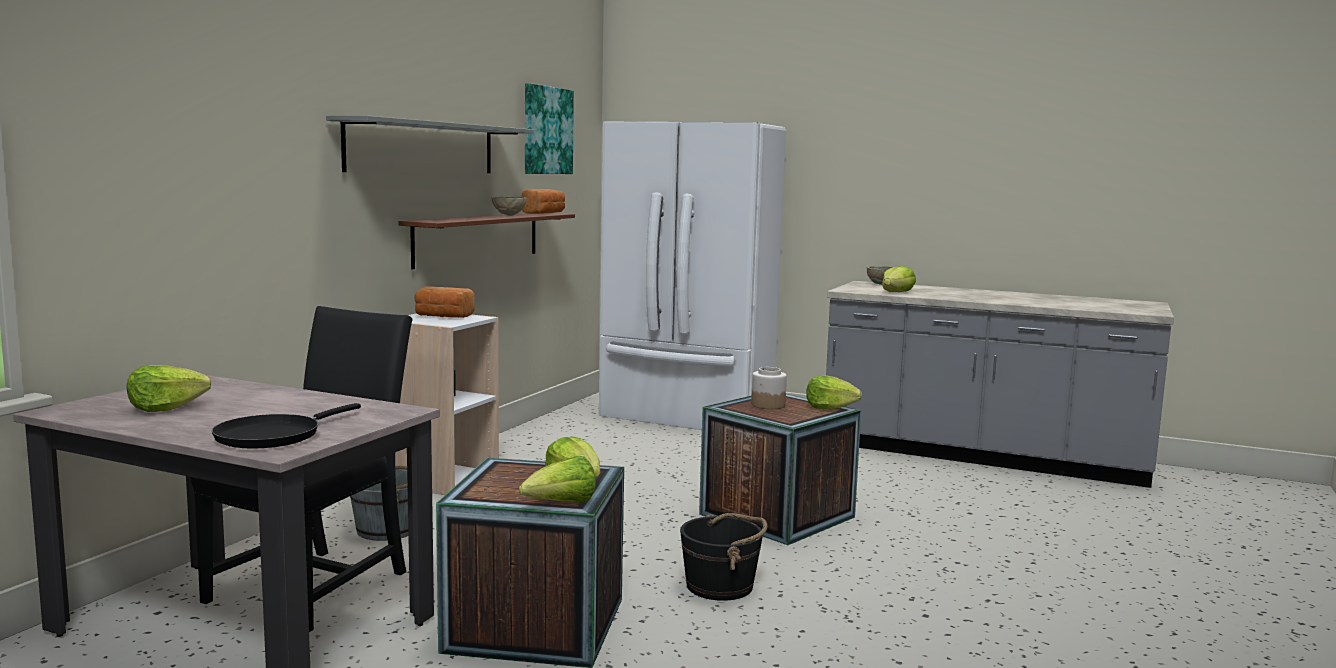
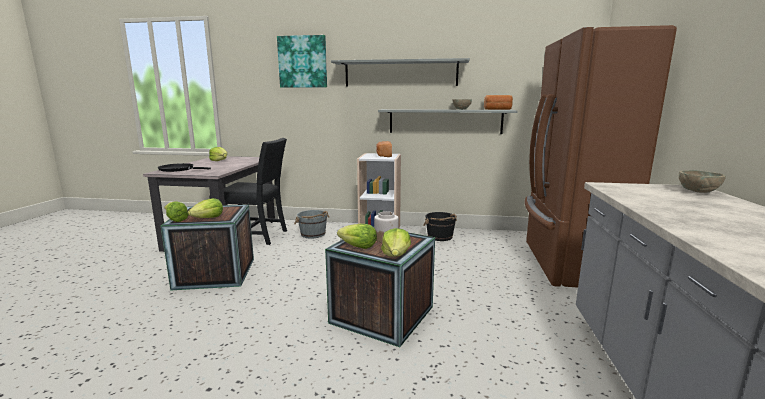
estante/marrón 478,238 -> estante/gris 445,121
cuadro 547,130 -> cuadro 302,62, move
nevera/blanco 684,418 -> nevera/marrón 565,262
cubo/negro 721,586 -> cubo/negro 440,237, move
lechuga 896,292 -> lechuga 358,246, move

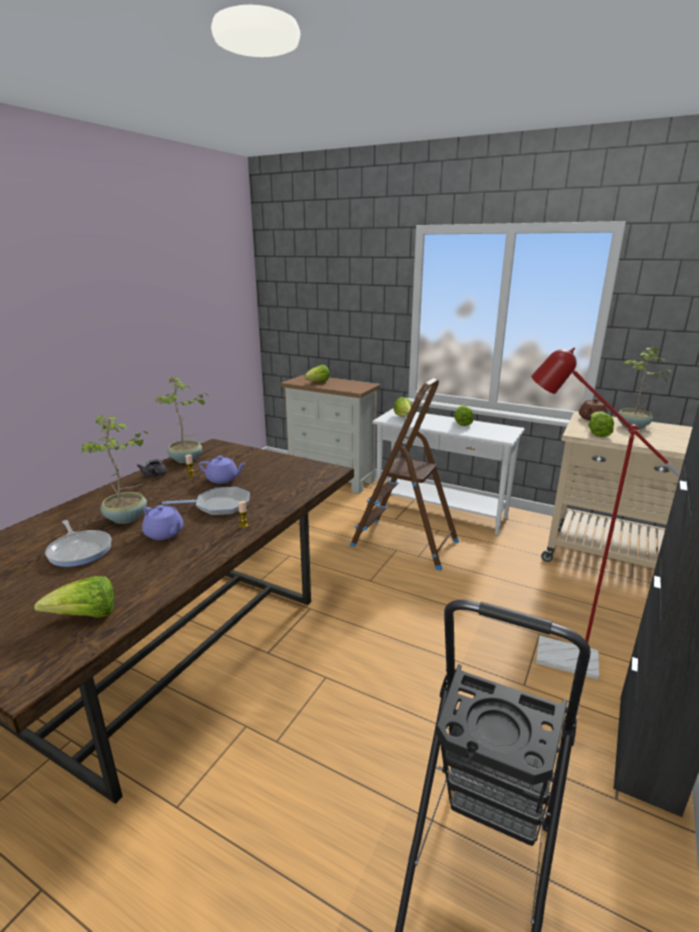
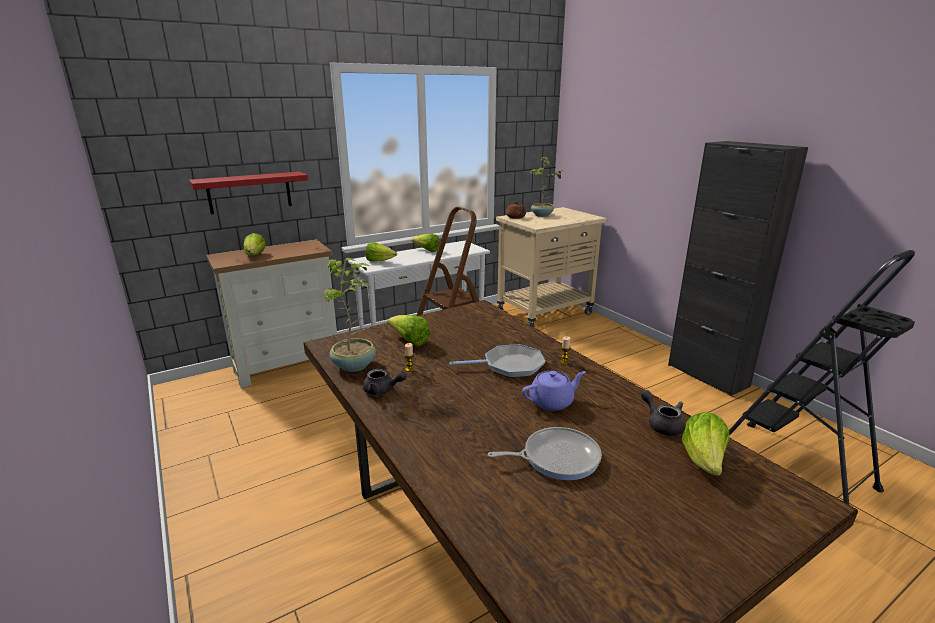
planta en maceta 127,518 -> none
sartén 219,505 -> sartén 509,366, 60 degrees clockwise
tetera/morado 223,479 -> none
lámpara de pie/rojo 554,655 -> none
lechuga 597,433 -> lechuga 409,341, move
none -> estante/rojo 249,192
none -> tetera/gris 662,424

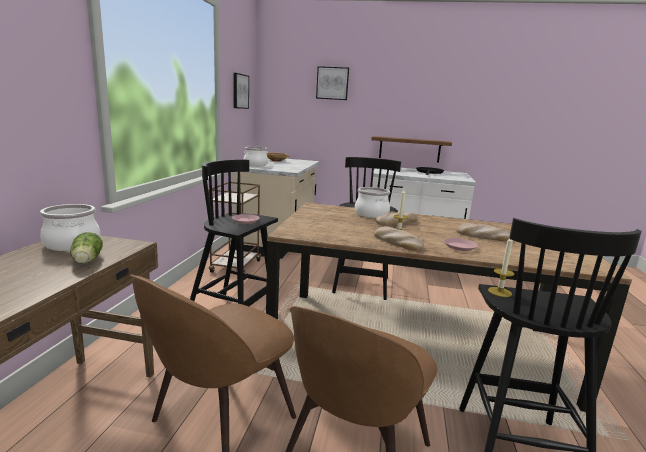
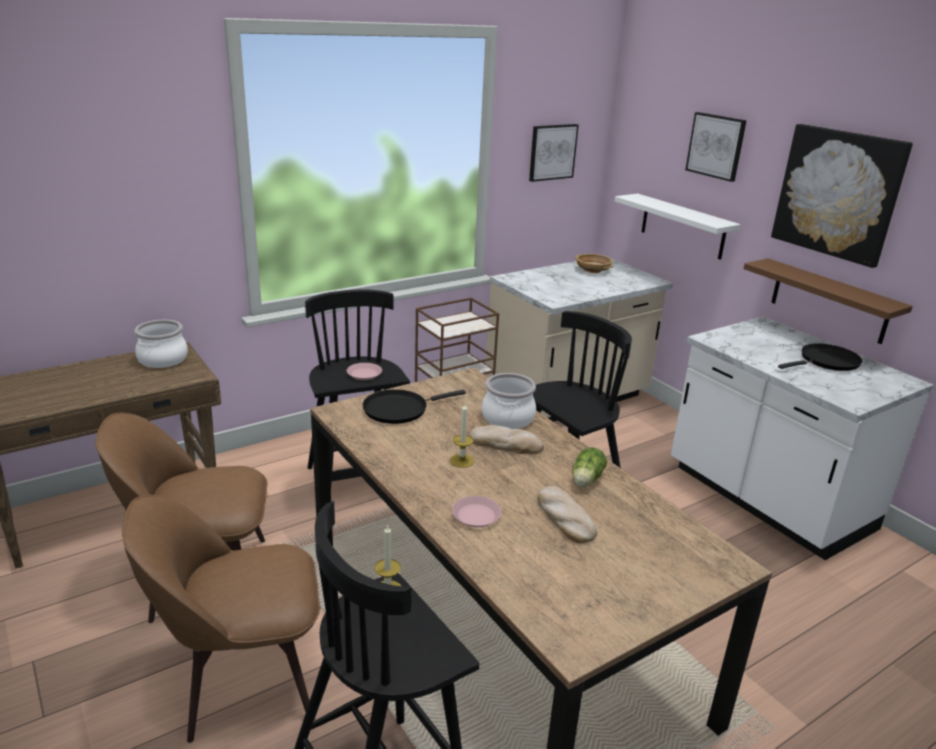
lechuga 86,261 -> lechuga 585,480, move
olla 255,165 -> none
pan 397,242 -> none
none -> sartén/negro 399,409
none -> estante/blanco 682,226
none -> cuadro 838,193

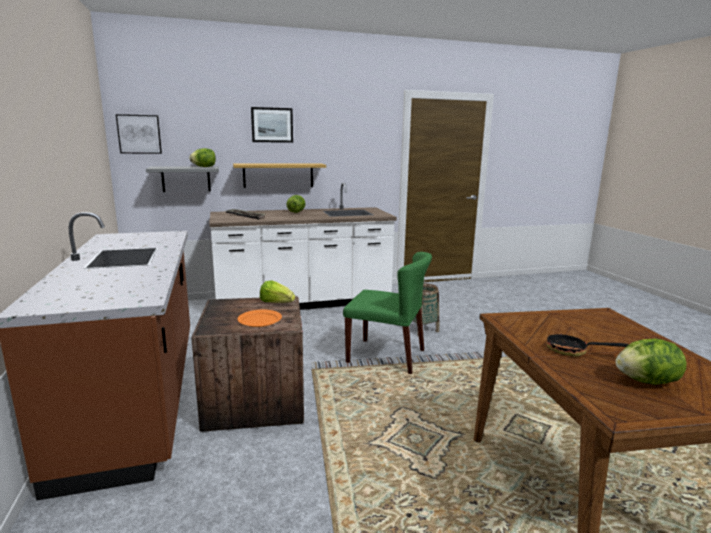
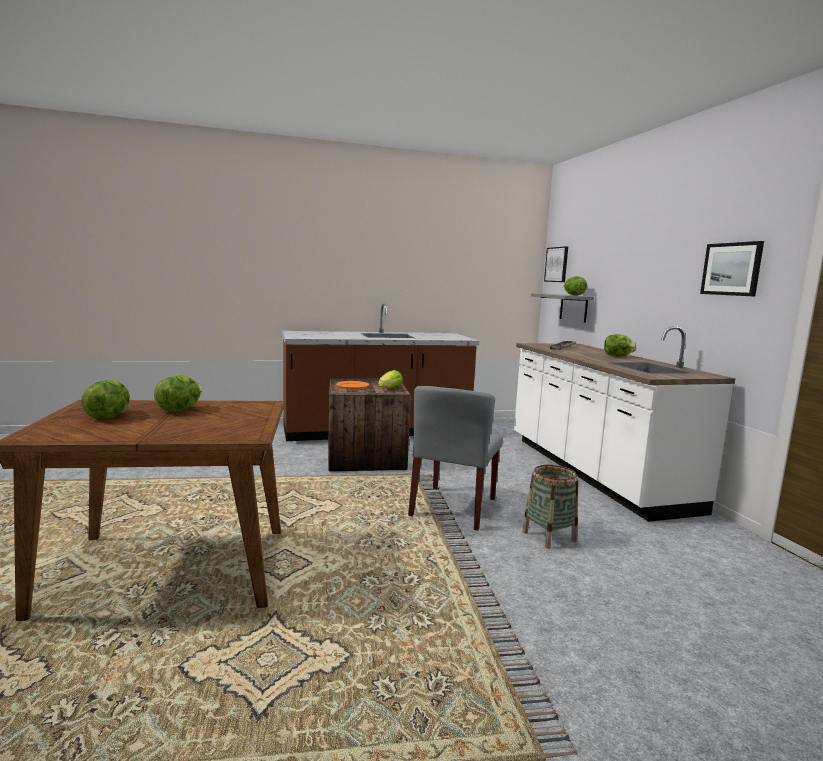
estante 278,175 -> none
cuadro 272,125 -> cuadro 731,269, move
silla/verde 386,356 -> silla/gris 453,507
sartén 573,351 -> lechuga 179,410

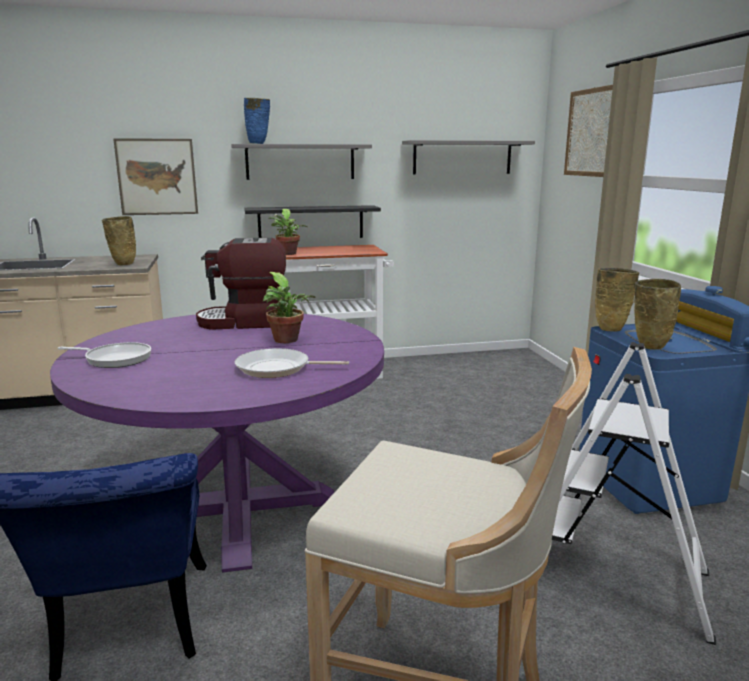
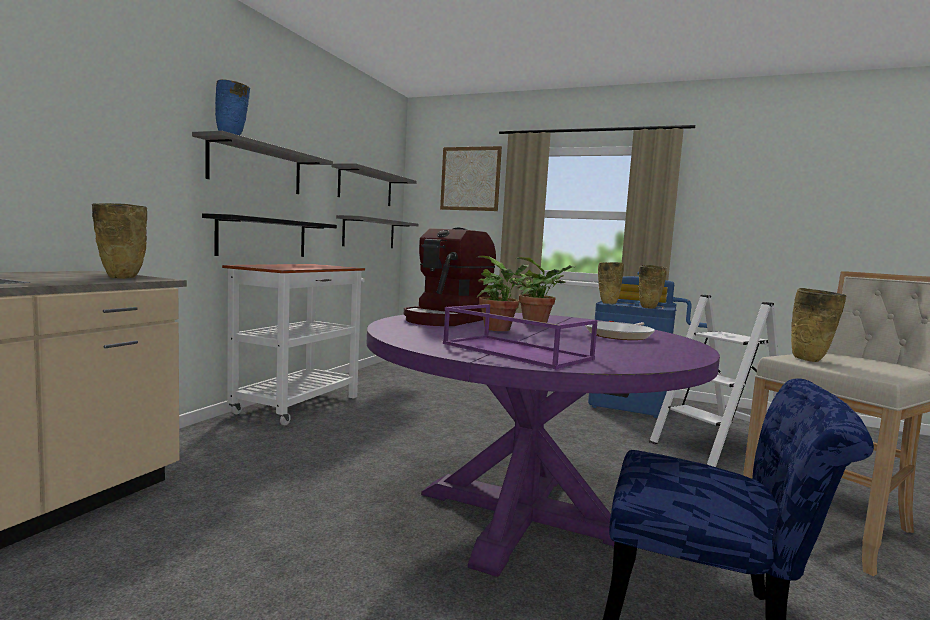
sartén 115,359 -> bandeja/morado 513,351
cuadro 157,177 -> none
planta en maceta 288,254 -> planta en maceta 500,329, move
none -> estante/gris 369,233
none -> florero/beis 810,360

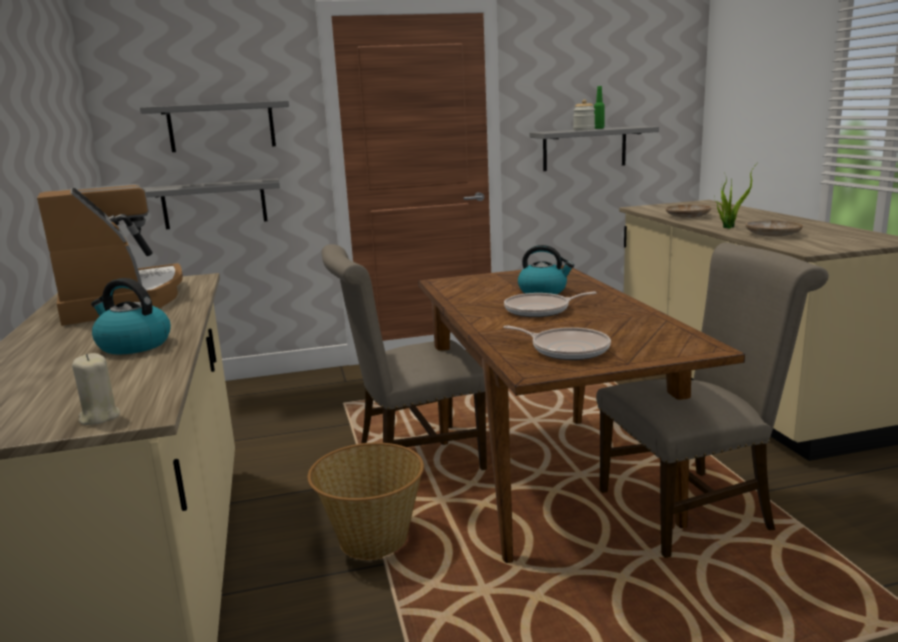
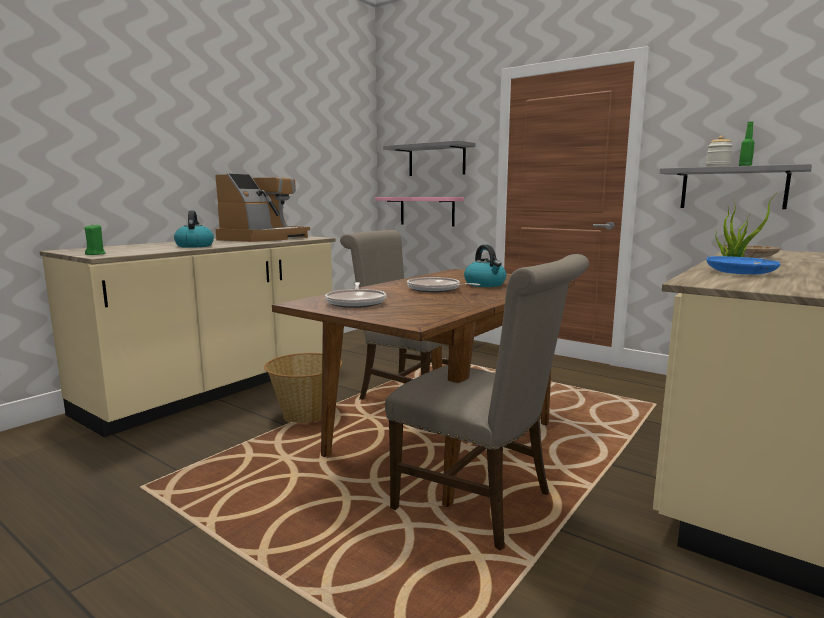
vela/beis 99,417 -> vela/verde 96,254
estante/gris 214,204 -> estante/rosa 427,211
plato/beis 772,234 -> plato/azul 740,272

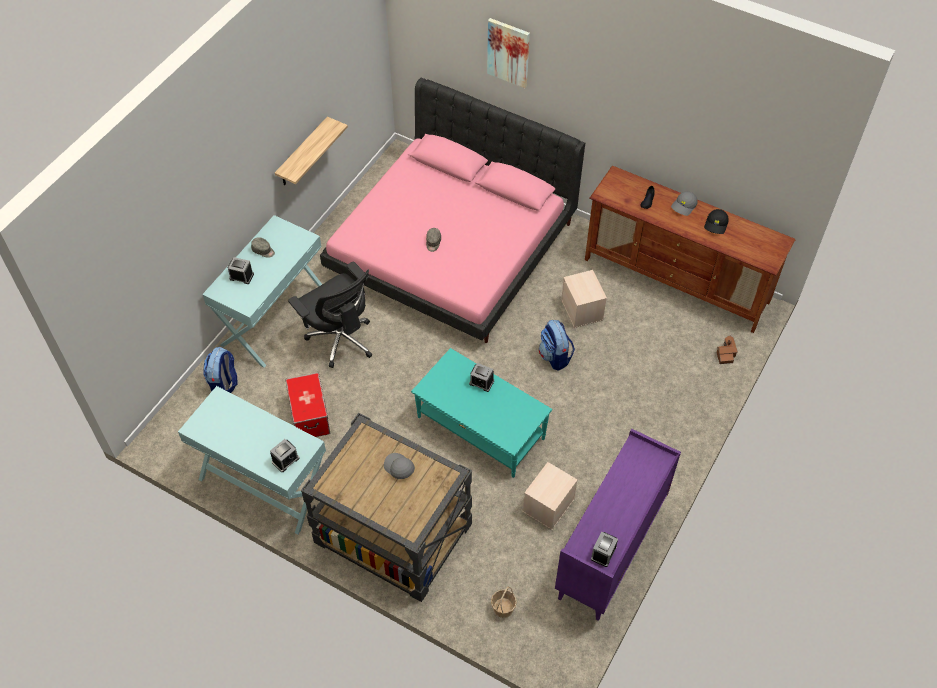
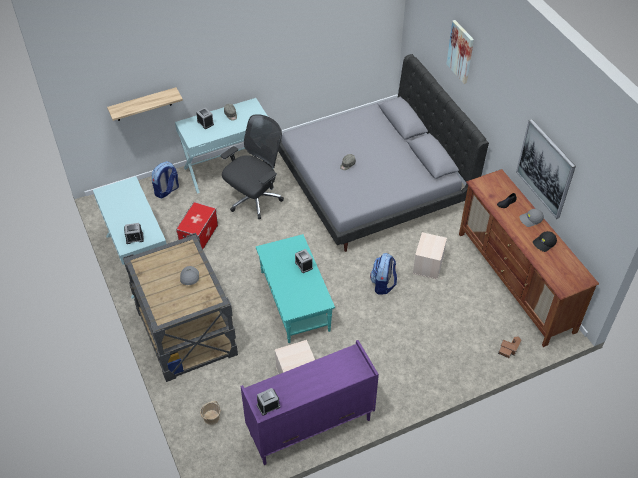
estante 302,153 -> estante 143,104, move
silla de oficina 340,338 -> silla de oficina 256,200, 135 degrees counterclockwise
cama/rosa 452,247 -> cama/gris 374,182
none -> cuadro 545,168

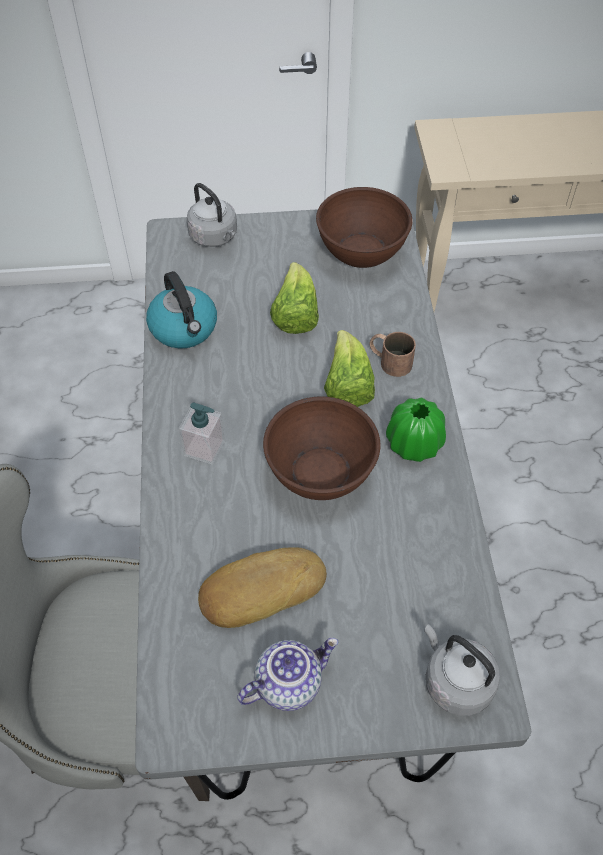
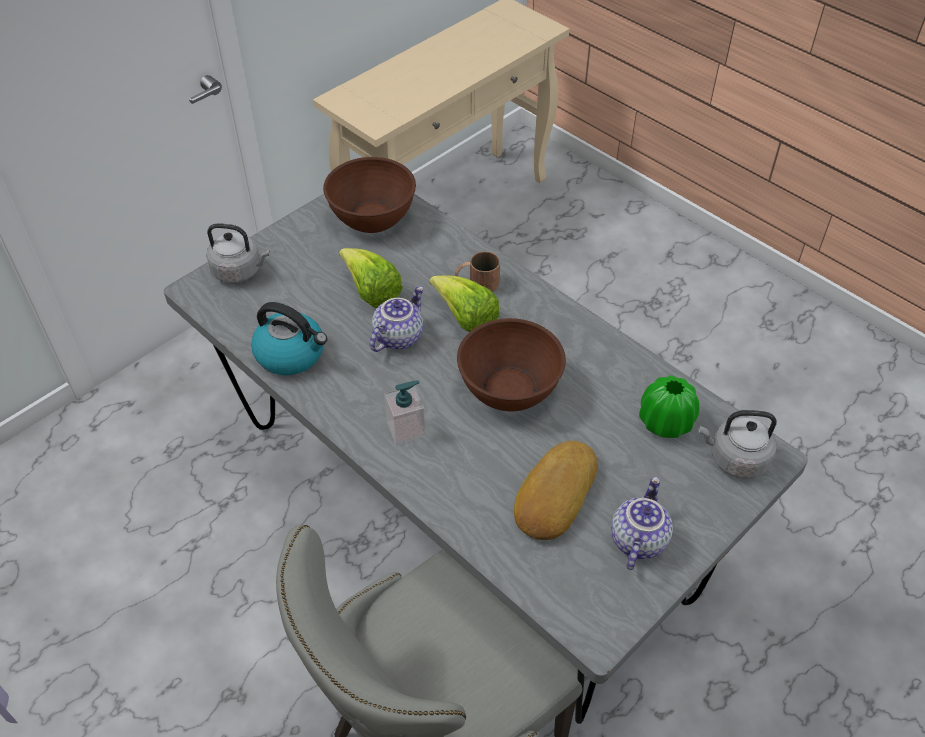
florero/verde 414,444 -> florero/verde 665,422, move
none -> tetera 397,336

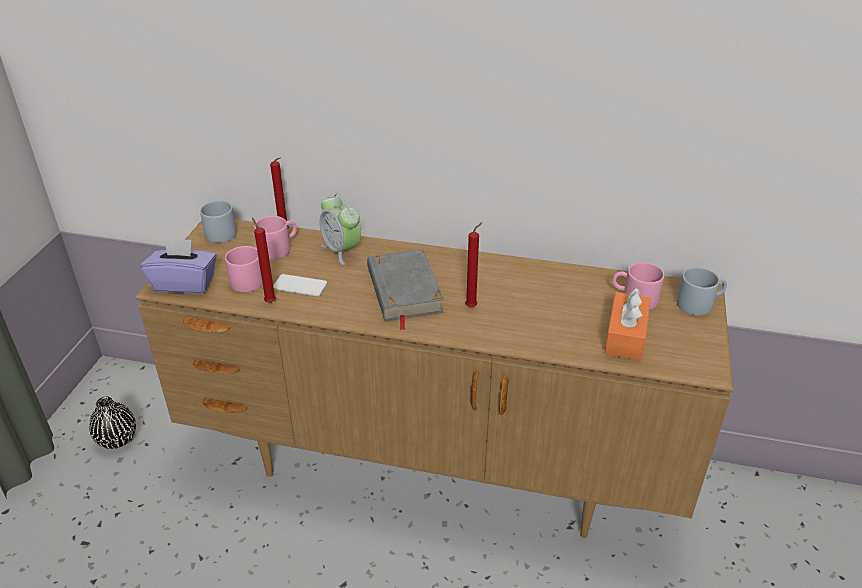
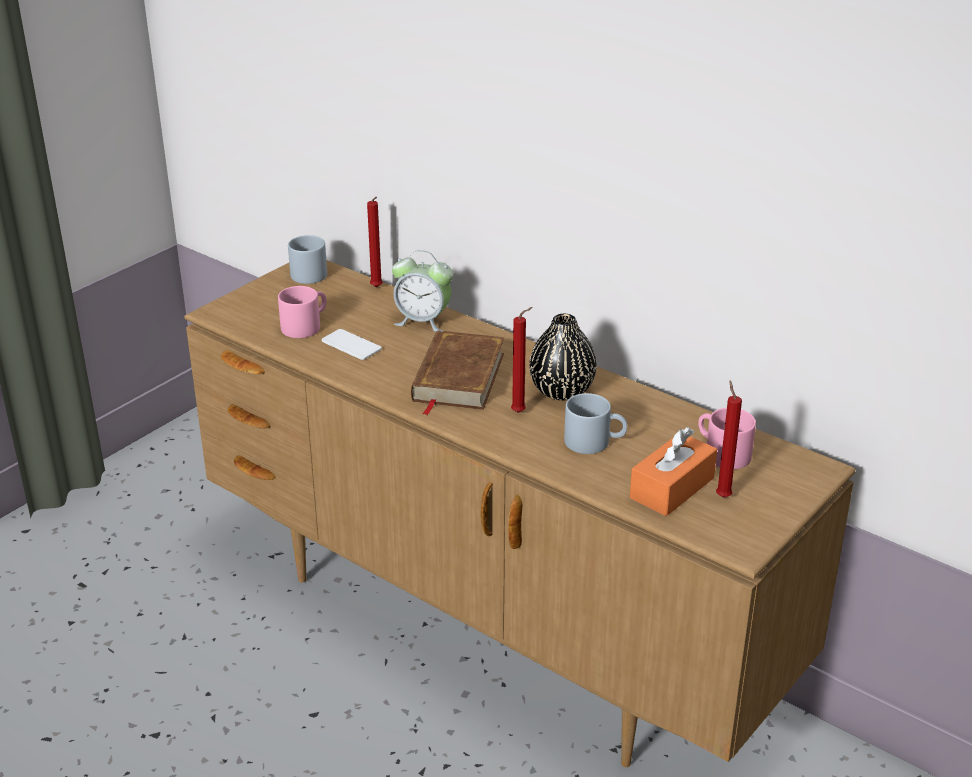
florero/negro 117,439 -> florero/negro 561,391, move
caja de pañuelos/morado 185,283 -> none
vela/rojo 269,301 -> vela/rojo 722,495, move
taza grande/rosa 278,248 -> none
despertador 342,251 -> despertador 423,321, 60 degrees counterclockwise
libro/gris 403,291 -> libro/marrón 457,377
taza grande/gris 699,303 -> taza grande/gris 594,442, move

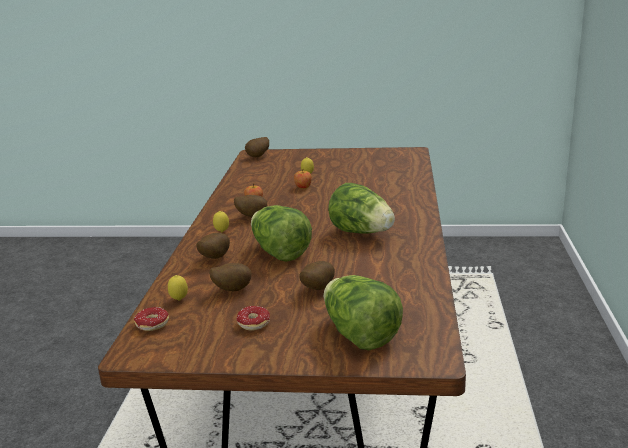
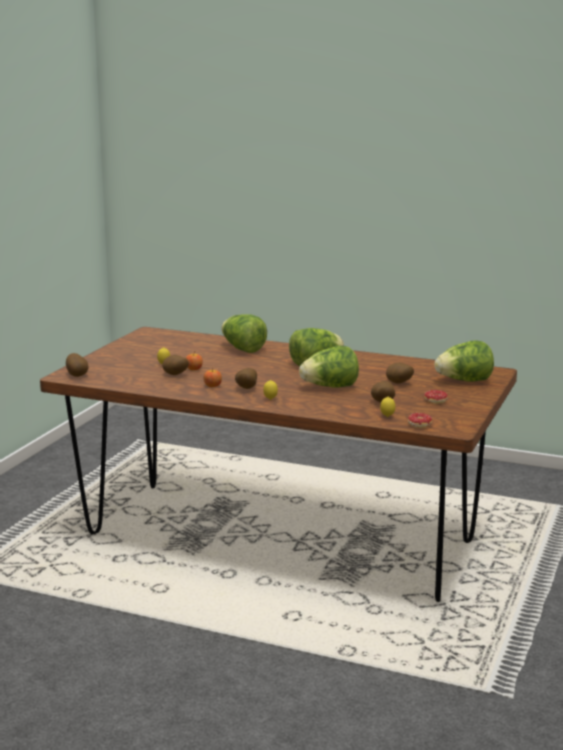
patata 213,258 -> patata 175,375, move
none -> lechuga 242,349

